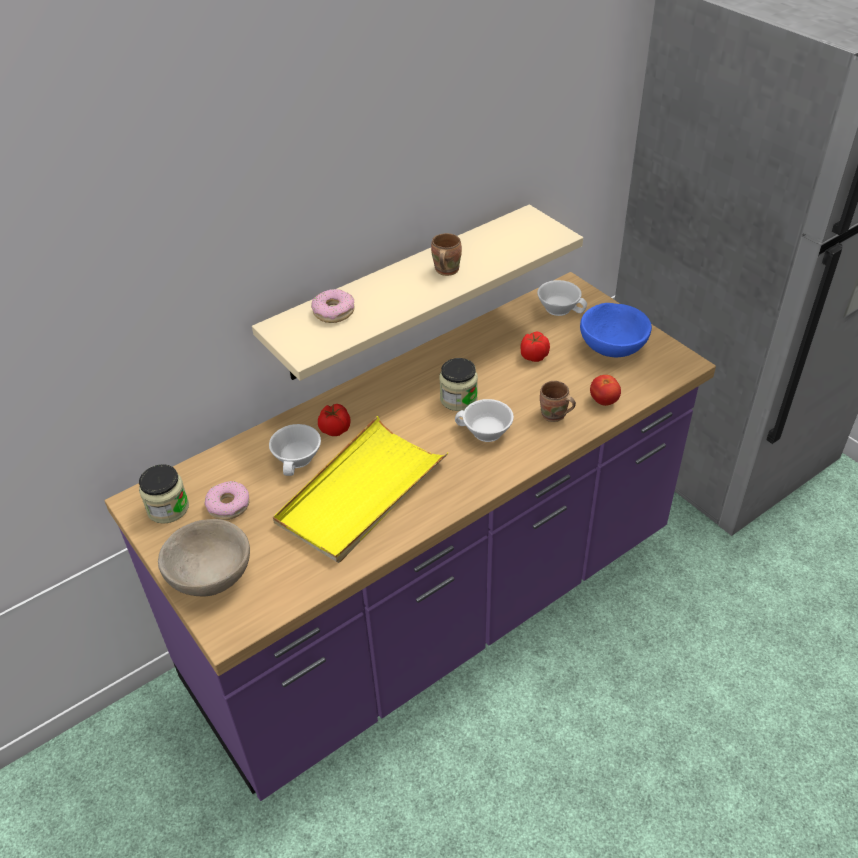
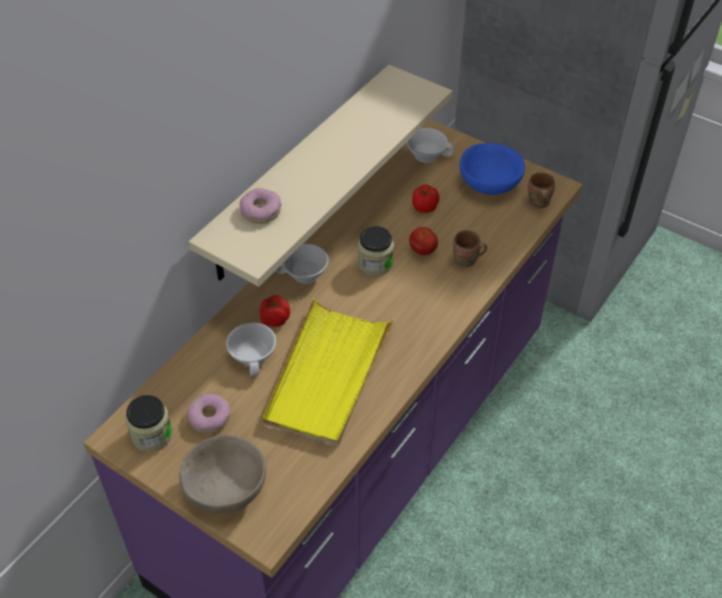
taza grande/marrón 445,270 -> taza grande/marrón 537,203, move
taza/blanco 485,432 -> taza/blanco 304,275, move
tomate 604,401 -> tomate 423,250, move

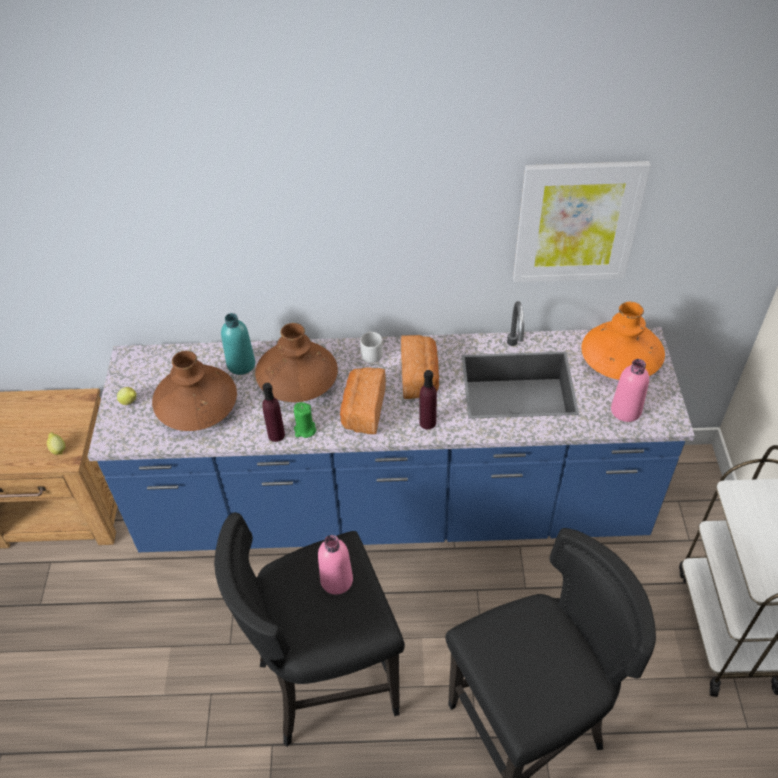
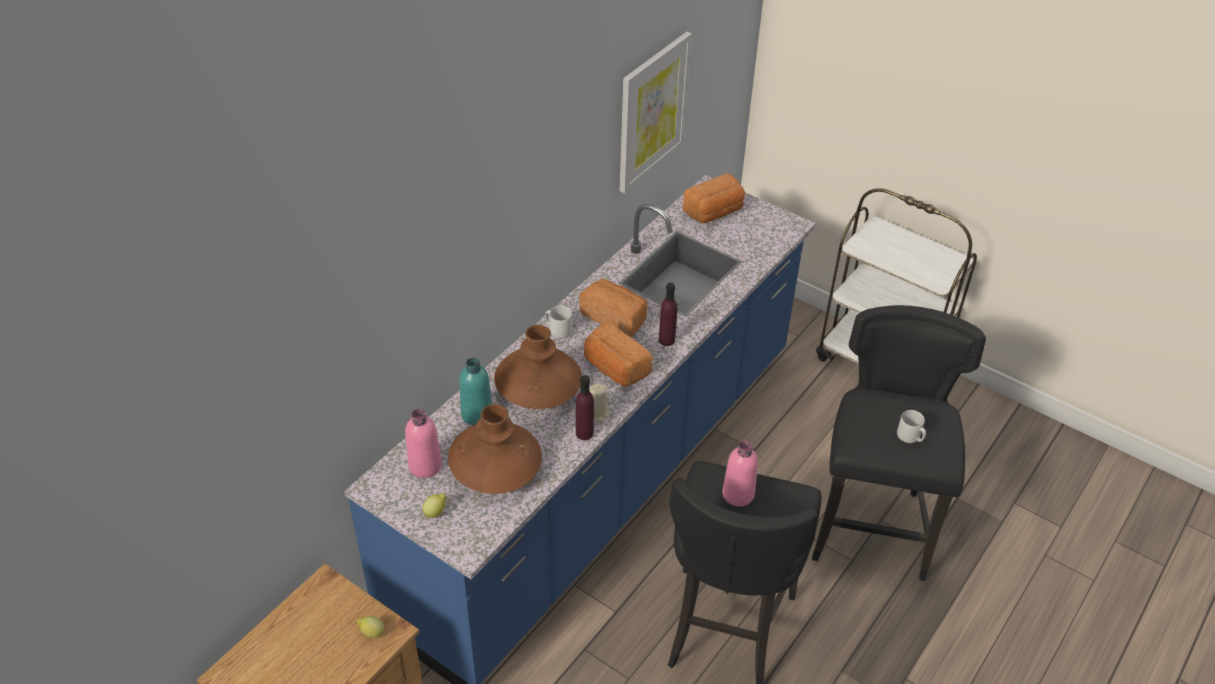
vela/verde 305,430 -> vela/beis 598,413
florero/naranja 620,361 -> pan 714,212
botella/rosa 625,410 -> botella/rosa 425,465, move
none -> taza grande/gris 910,437

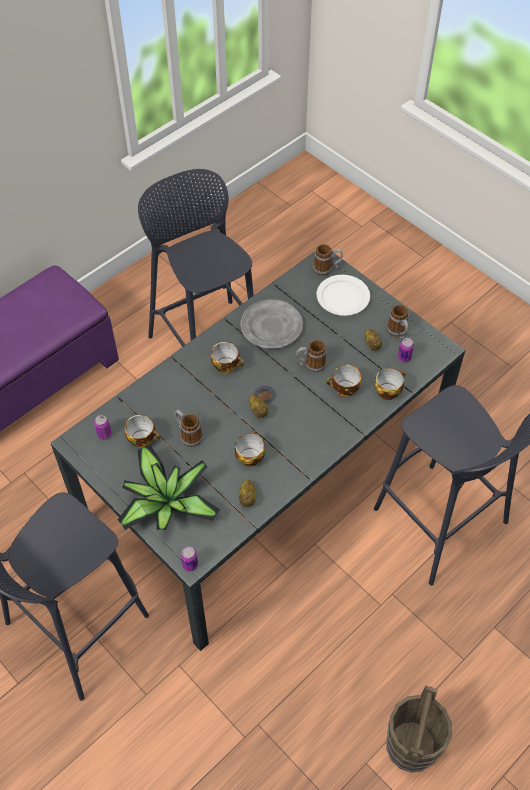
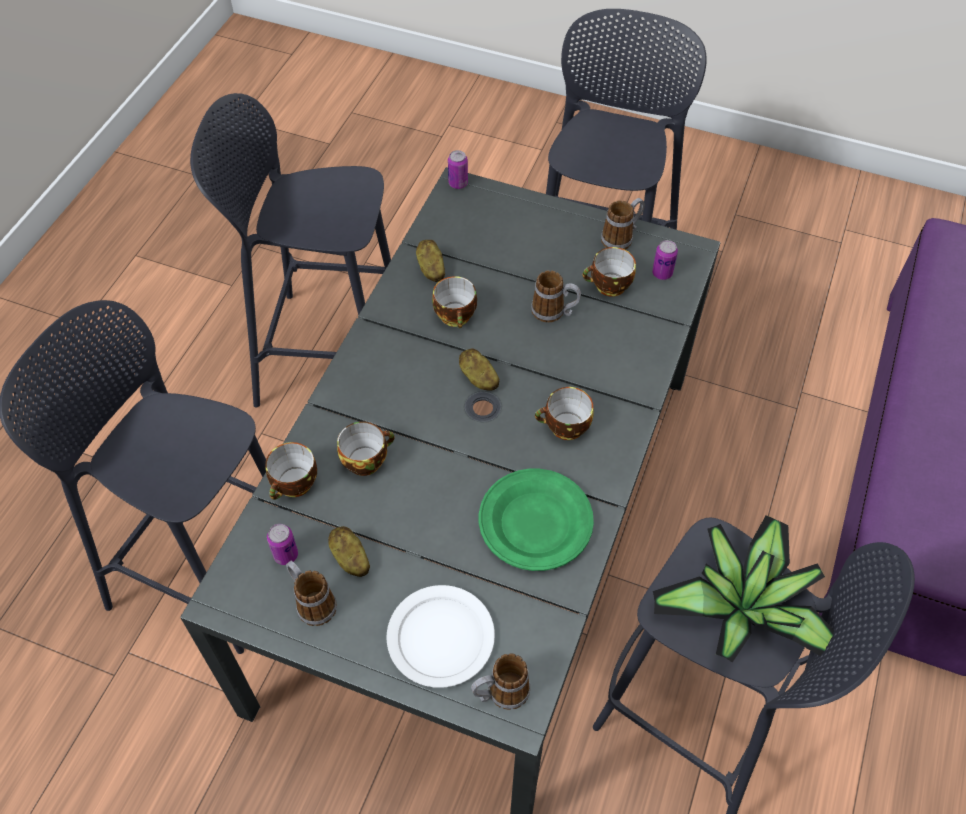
planta en maceta 165,504 -> planta en maceta 745,608, move
plato/gris 271,327 -> plato/verde 534,522
taza grande 311,365 -> taza grande 621,237, move
cubo/marrón 411,746 -> none
none -> taburete/gris 328,354

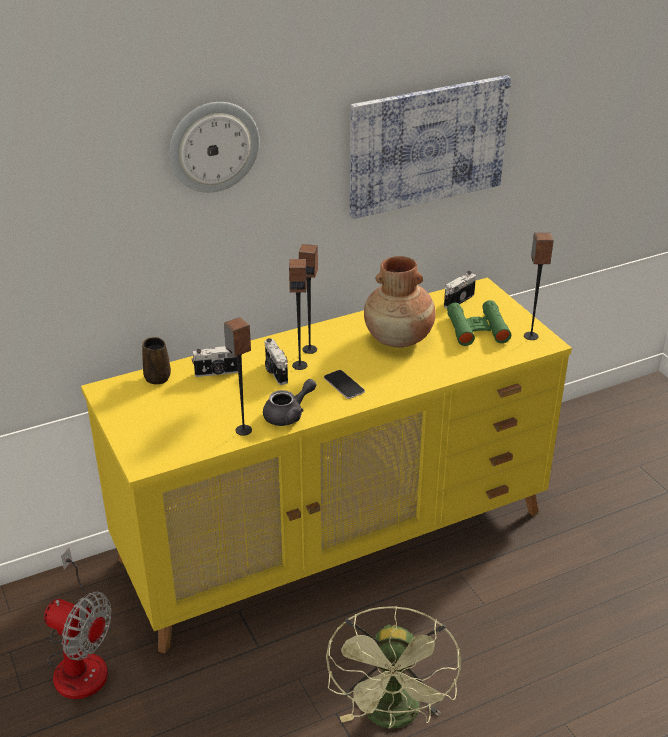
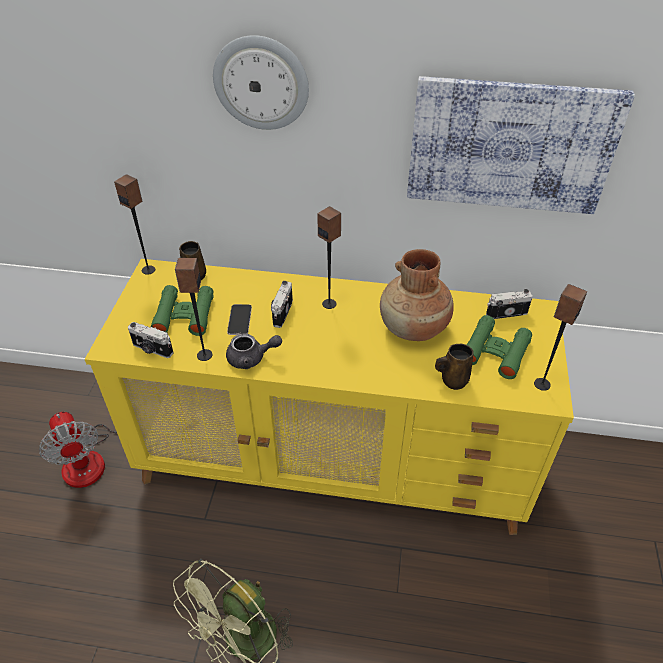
cámara 217,373 -> cámara 152,349, move
altavoz 299,365 -> altavoz 148,270, move
móvil 344,385 -> móvil 239,320, move
none -> prismáticos/verde 184,315
none -> taza grande/marrón 452,380

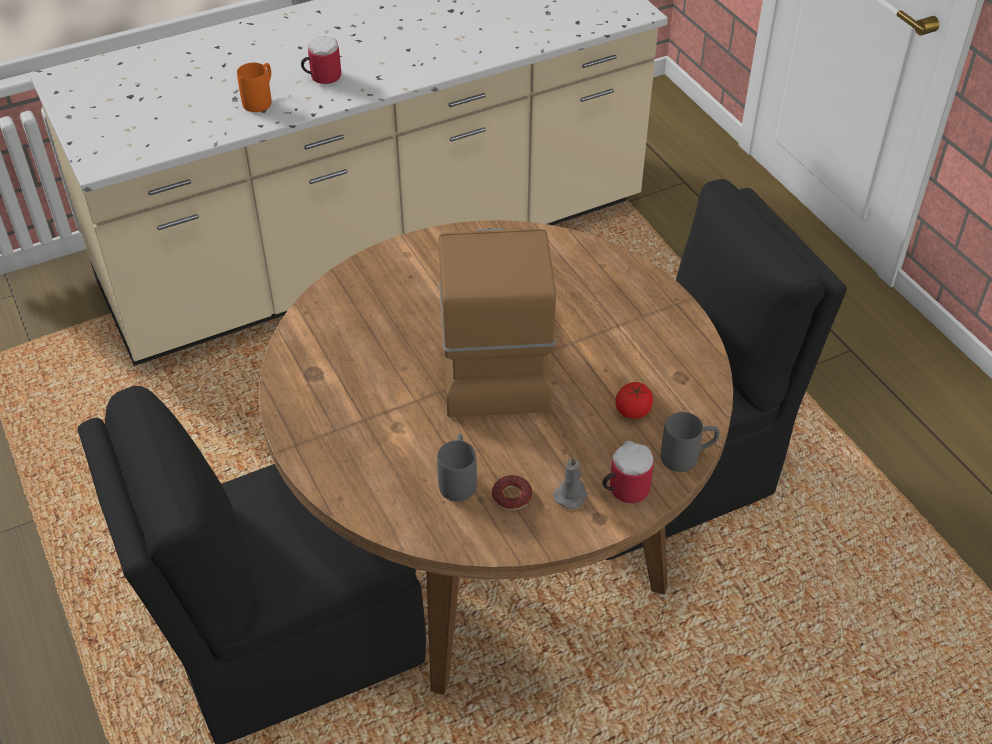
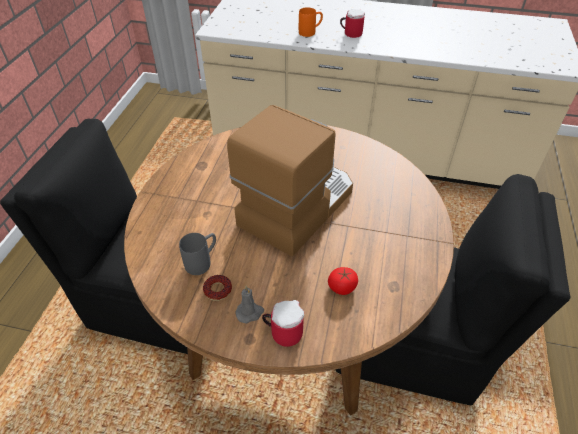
taza grande/gris 687,457 -> none

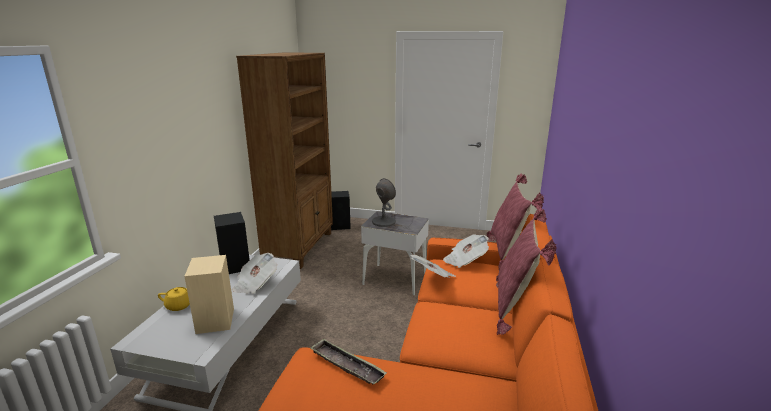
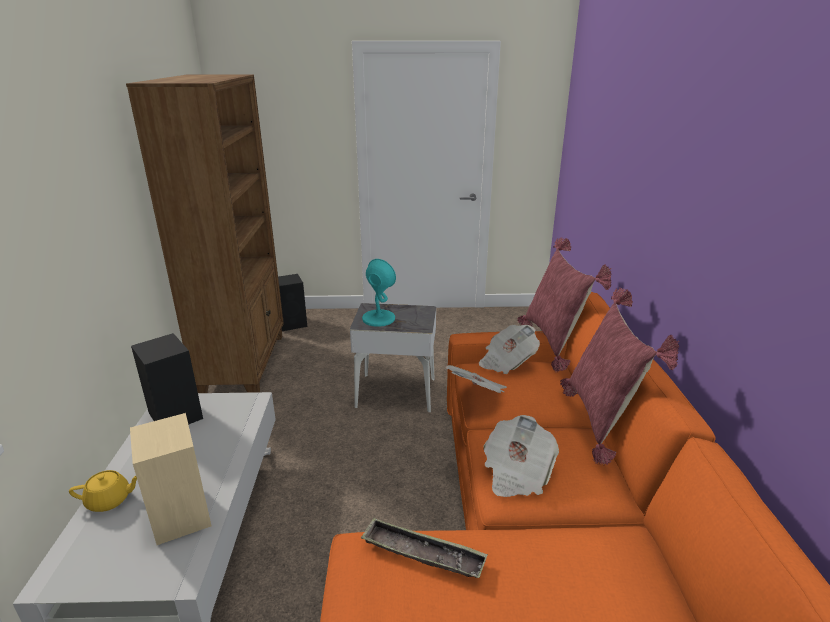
periódico 255,284 -> periódico 516,473, move
lámpara de mesa/gris 383,222 -> lámpara de mesa/turquesa 378,318

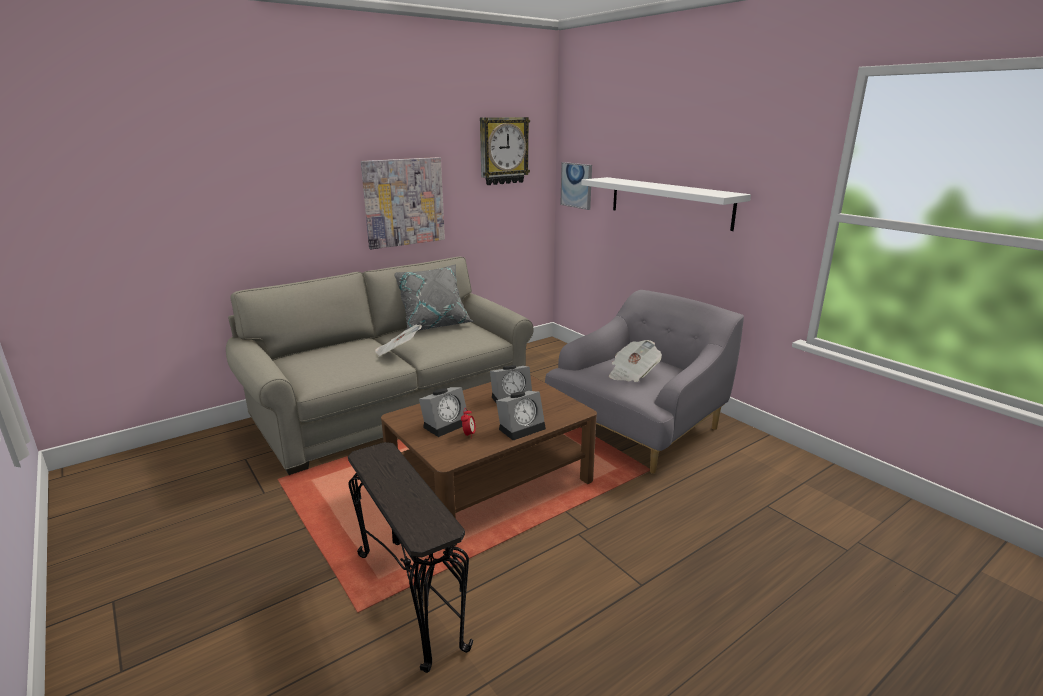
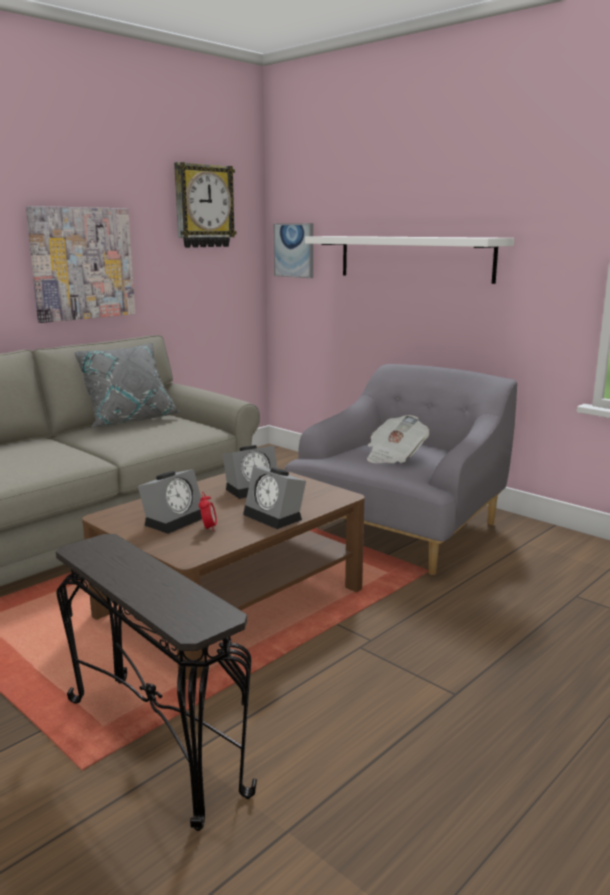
periódico 398,352 -> none
despertador 522,427 -> despertador 275,517, 90 degrees clockwise

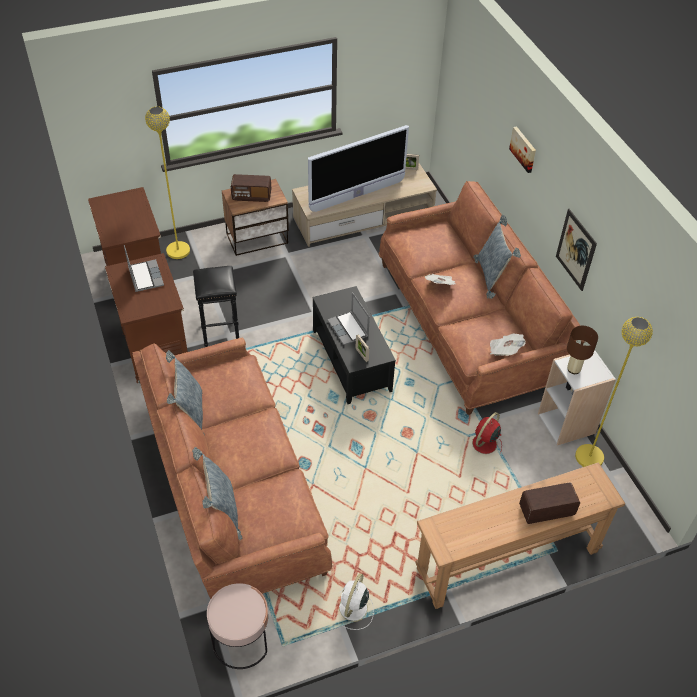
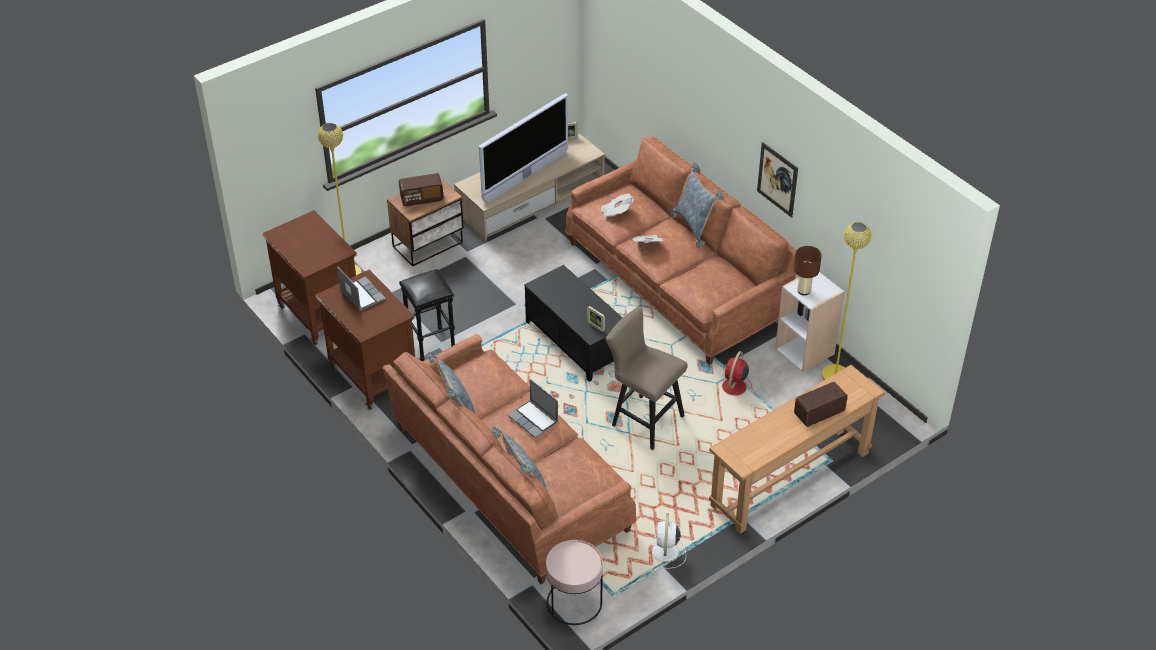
portátil 349,329 -> portátil 534,420, move
periódico 504,350 -> periódico 616,212, move
cuadro 524,149 -> none
none -> taburete/beis 643,419

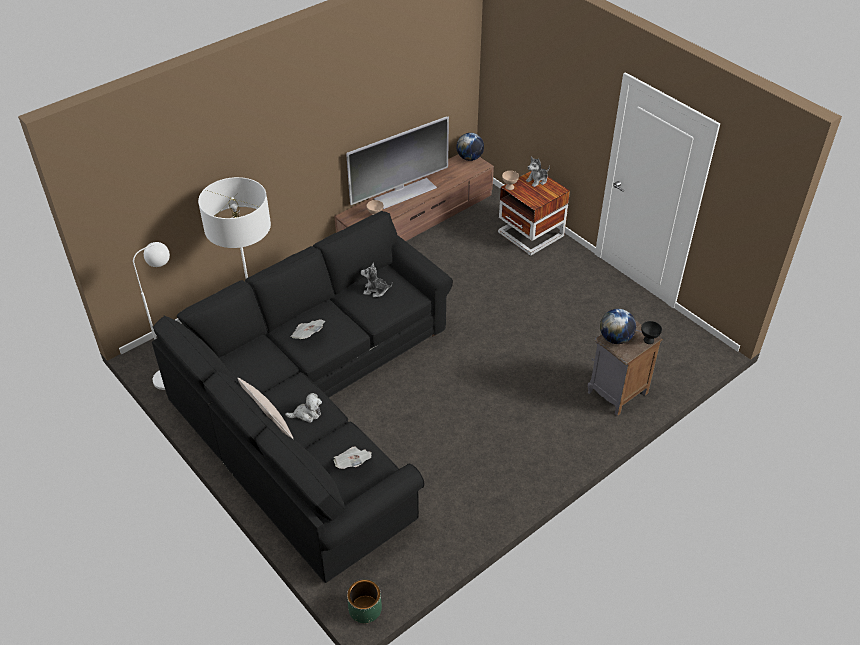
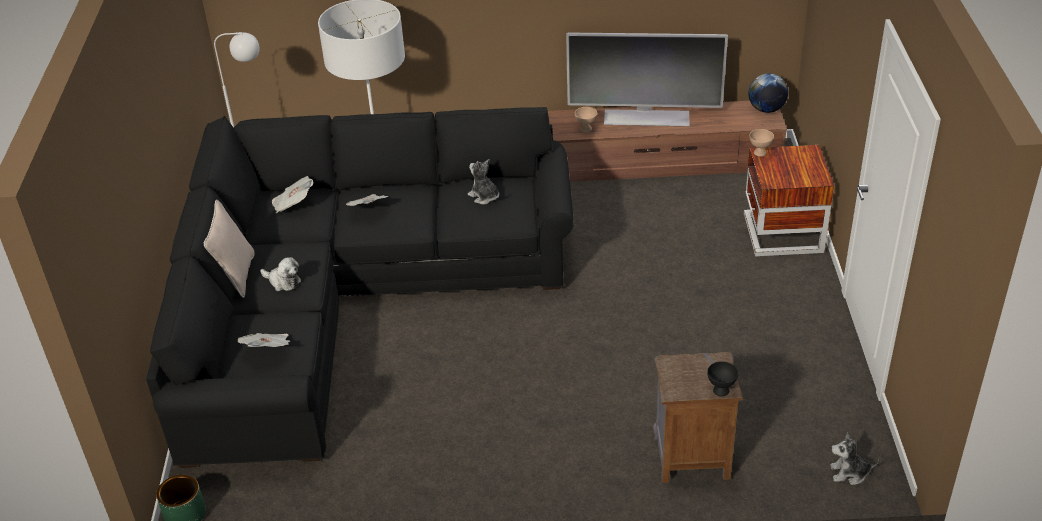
peluche 537,180 -> peluche 849,473, move
globo terráqueo 615,338 -> none
none -> periódico 293,204

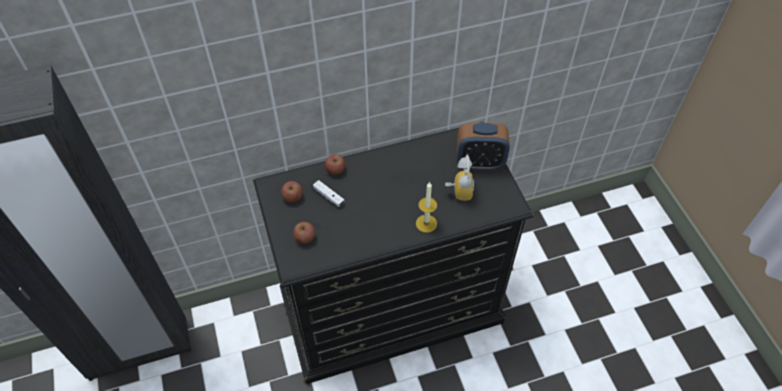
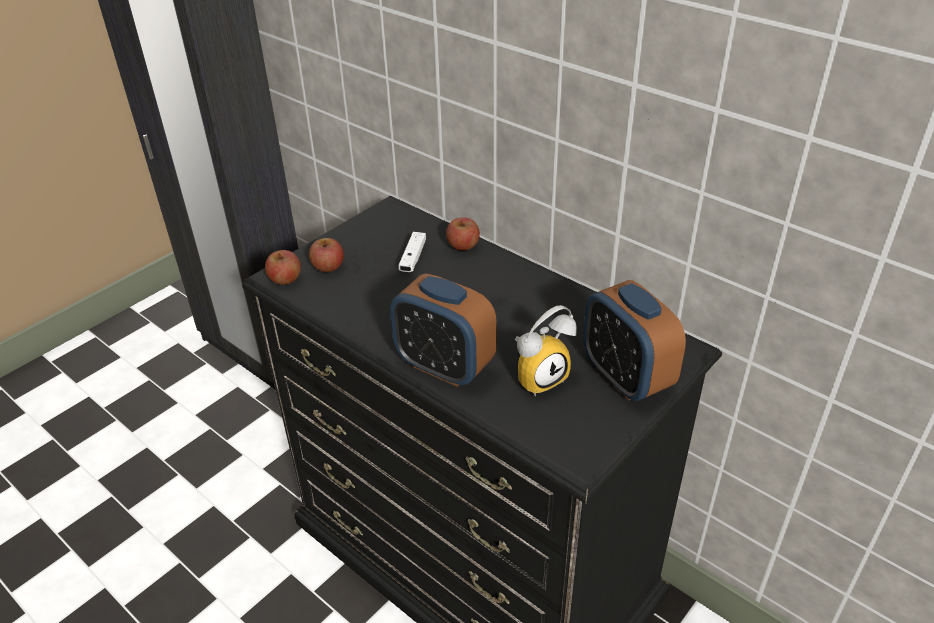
manzana 292,197 -> manzana 285,279, move
vela 426,223 -> despertador 444,366

